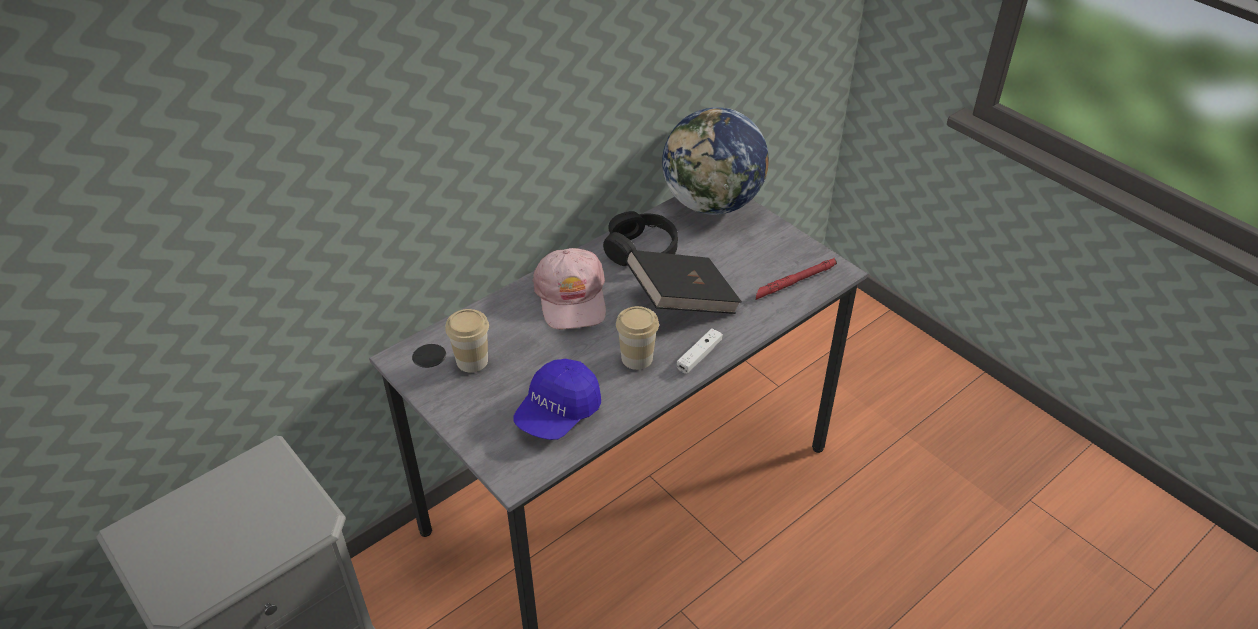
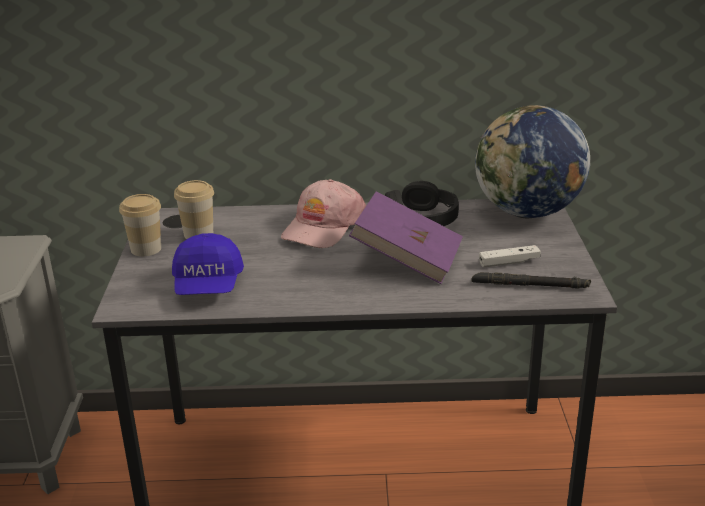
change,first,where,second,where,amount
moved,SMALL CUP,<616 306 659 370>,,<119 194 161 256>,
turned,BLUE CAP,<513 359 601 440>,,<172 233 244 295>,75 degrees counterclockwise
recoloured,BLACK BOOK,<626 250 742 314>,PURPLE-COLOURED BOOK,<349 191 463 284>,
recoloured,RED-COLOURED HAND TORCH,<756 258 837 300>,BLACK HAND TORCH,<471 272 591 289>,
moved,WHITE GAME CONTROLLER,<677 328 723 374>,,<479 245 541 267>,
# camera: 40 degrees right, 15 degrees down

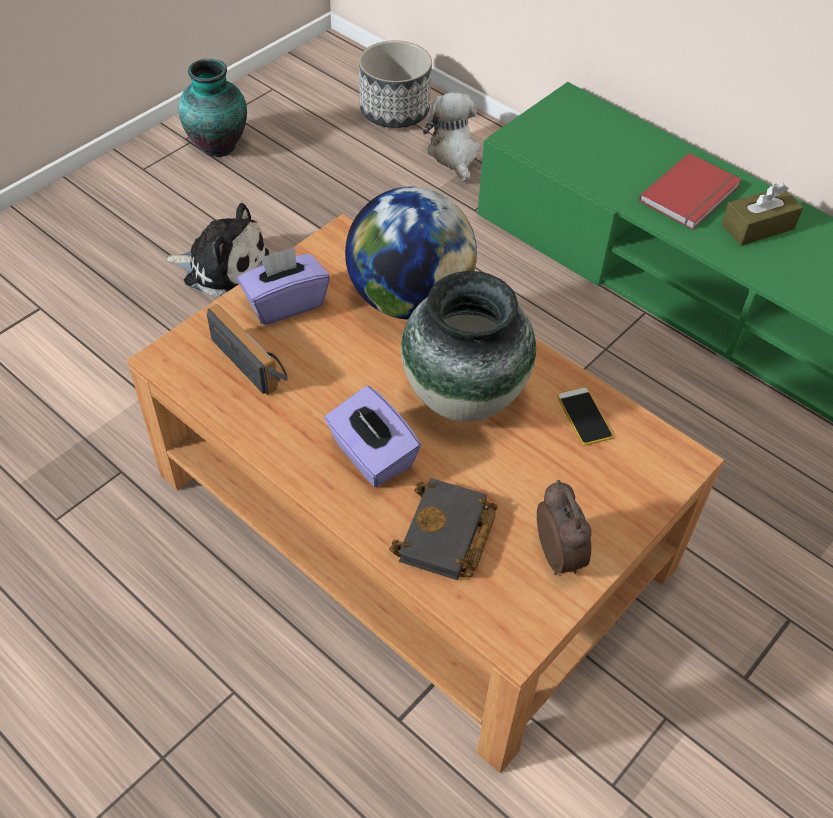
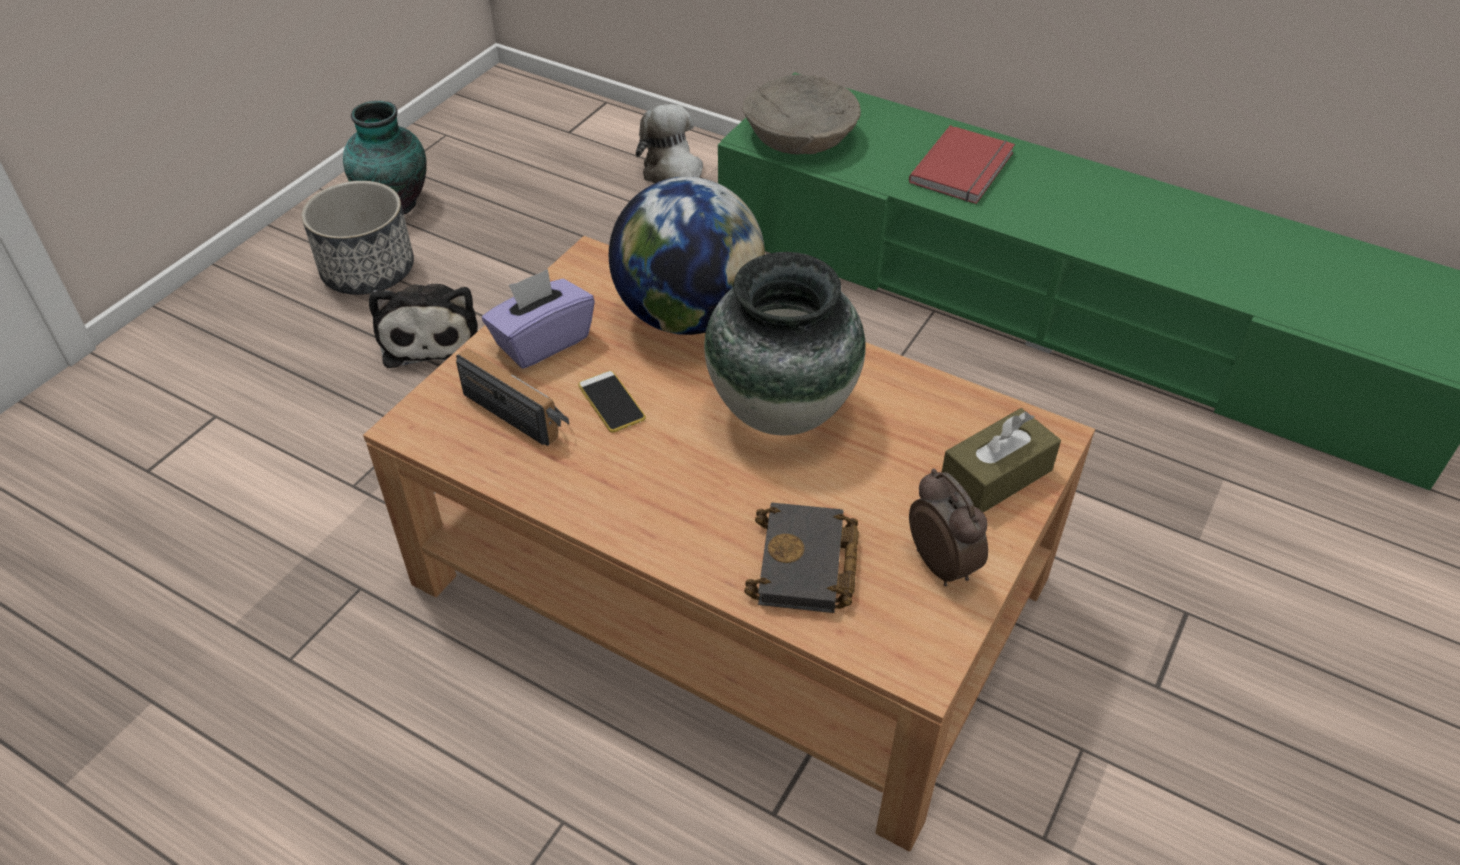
change,first,where,second,where,amount
moved,FLOWER POT,<359 40 432 128>,,<301 181 414 295>,
turned,SOFT TOY,<164 203 269 297>,,<369 284 478 368>,75 degrees clockwise
moved,PHONE,<557 387 613 446>,,<578 371 646 433>,
added,,,BEIGE-COLOURED BOWL,<742 74 861 155>,
moved,BROWN-COLOURED BOX OF TISSUES,<721 184 803 246>,,<942 408 1061 513>,
removed,PURPLE-COLOURED BOX OF TISSUES,<324 386 421 487>,,,
# camera: 10 degrees left, 5 degrees down

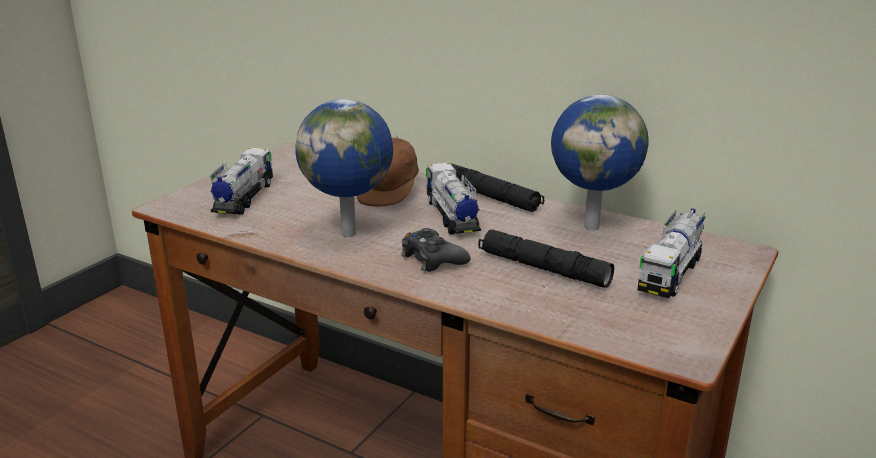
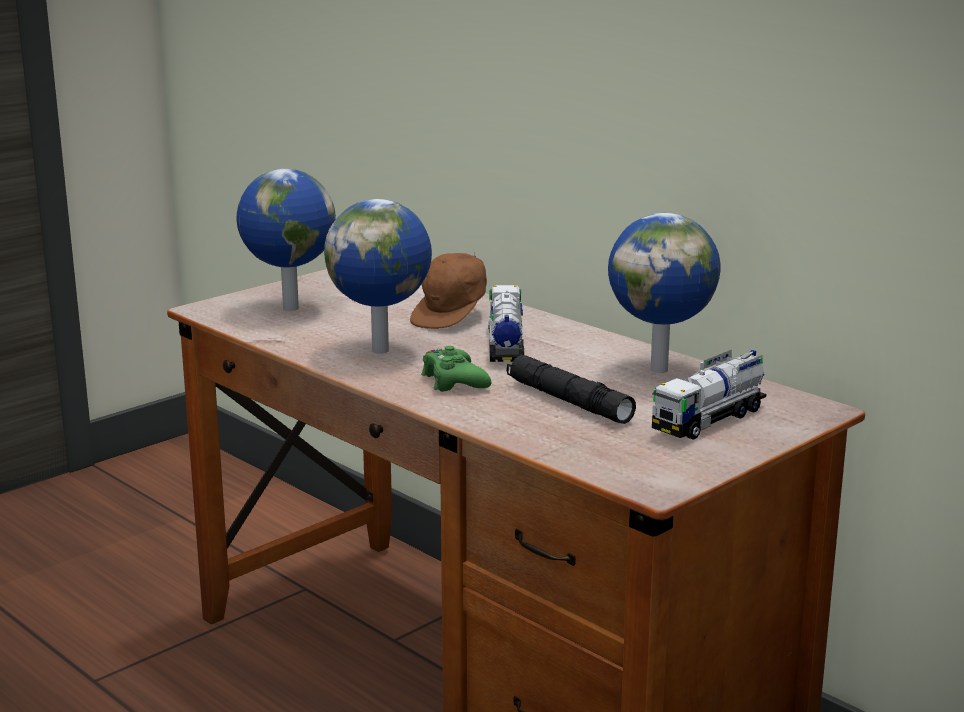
change,first,where,second,where,amount
replaced,TOY LORRY,<210 148 273 215>,WORLD GLOBE,<237 169 336 311>,
recoloured,BLACK GAME CONTROLLER,<401 228 471 272>,GREEN GAME CONTROLLER,<421 346 491 392>,
removed,BLACK HAND TORCH,<451 164 544 212>,,,
# camera: 15 degrees right, 5 degrees down

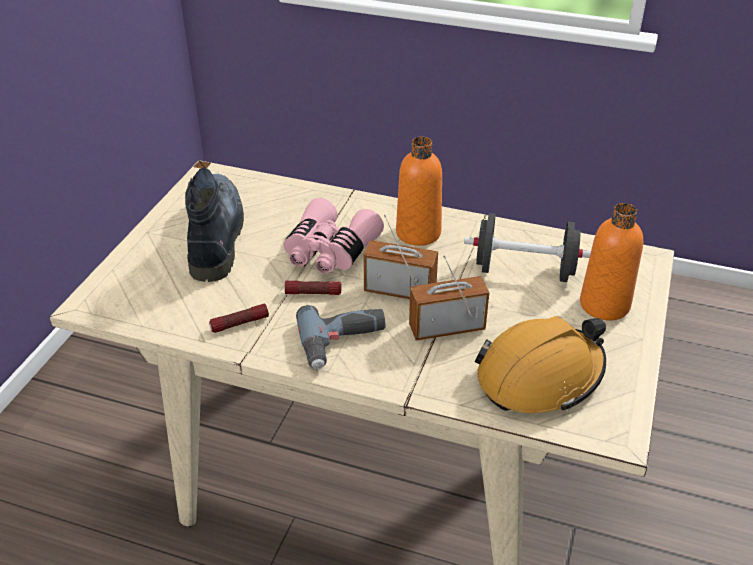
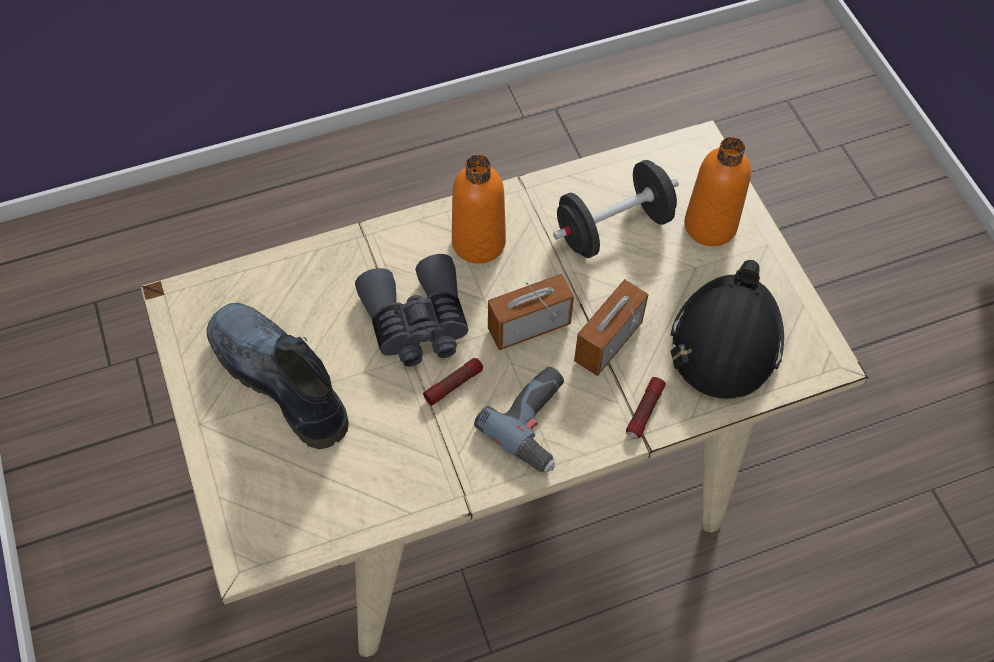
change,first,where,second,where,amount
recoloured,PINK FIELD GLASSES,<283 198 384 274>,GREYISH FIELD GLASSES,<355 254 469 367>,
moved,HAND TORCH,<209 303 269 333>,,<626 377 666 439>,
recoloured,ORANGE-COLOURED WORK HELMET,<475 316 606 413>,BLACK WORK HELMET,<670 260 784 399>,
# camera: 40 degrees left, 20 degrees up

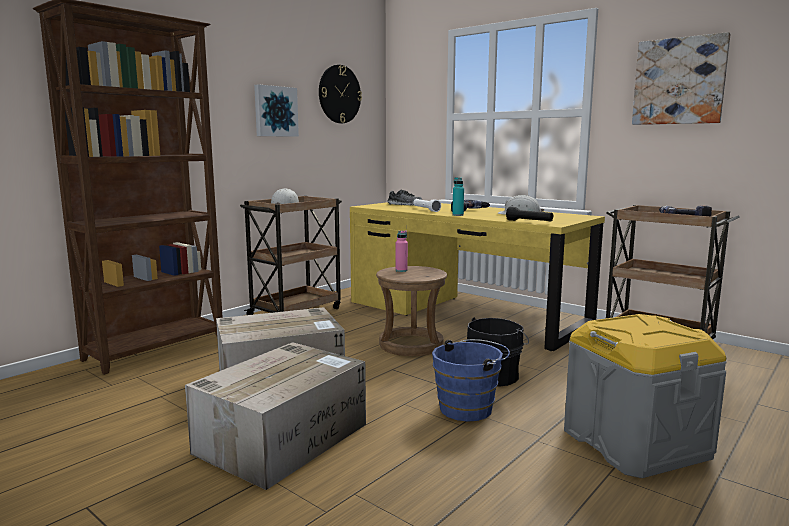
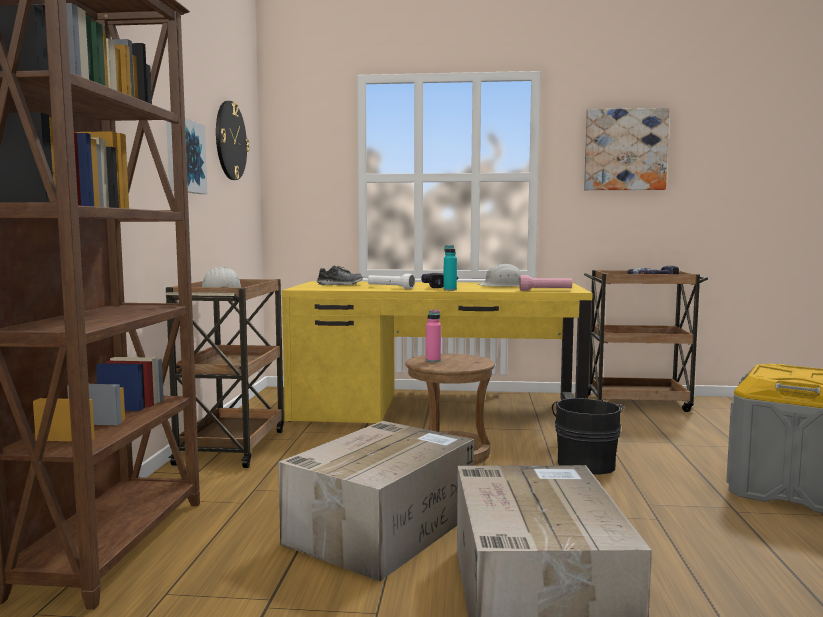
change,first,where,second,where,amount
recoloured,BLACK HAND TORCH,<506 207 553 221>,PINK HAND TORCH,<519 275 572 291>,
removed,BLUE BUCKET,<432 339 510 421>,,,
# camera: 35 degrees left, 5 degrees down

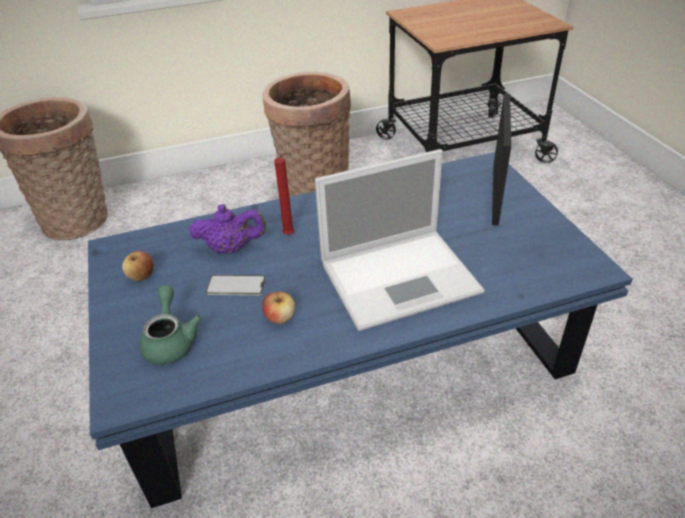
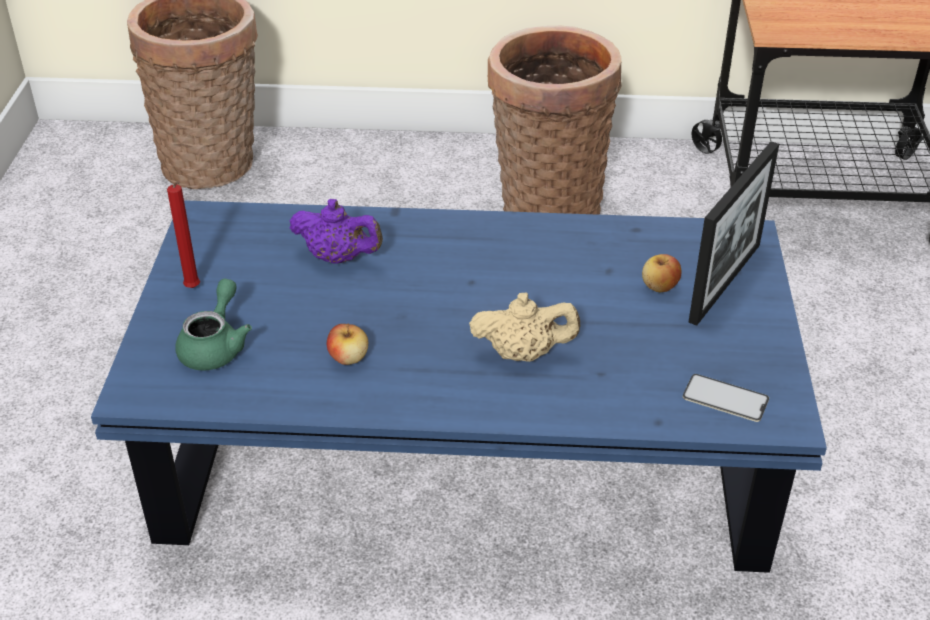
change,first,where,second,where,amount
moved,RED-COLOURED CANDLE,<274 152 294 235>,,<167 181 200 288>,
replaced,PORTABLE COMPUTER,<315 149 485 331>,BEIGE-COLOURED TEA POT,<469 292 580 362>,
moved,WHOLE APPLE,<122 251 154 281>,,<642 254 682 292>,
moved,PHONE,<206 275 266 295>,,<683 374 769 422>,
# camera: 20 degrees right, 0 degrees up

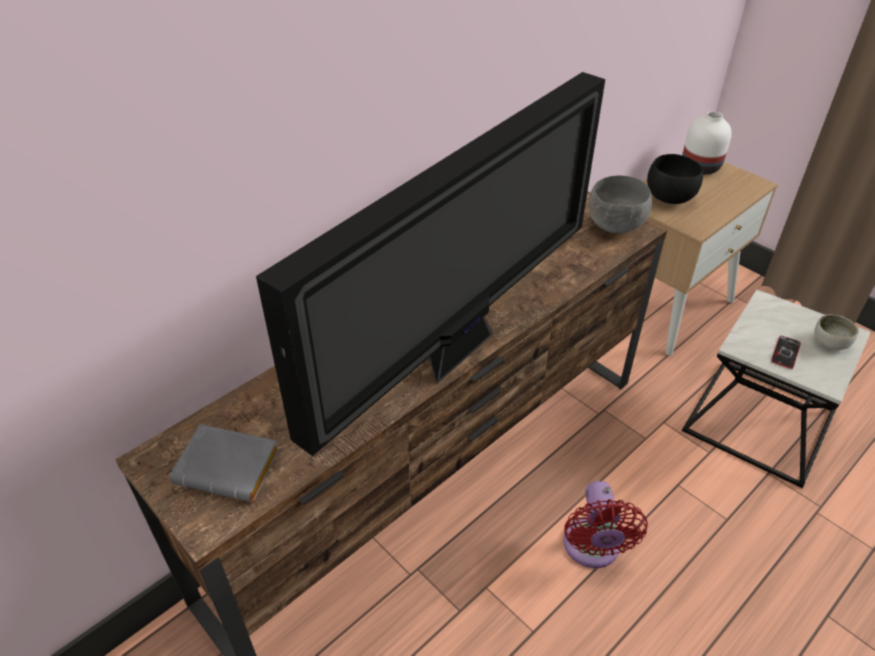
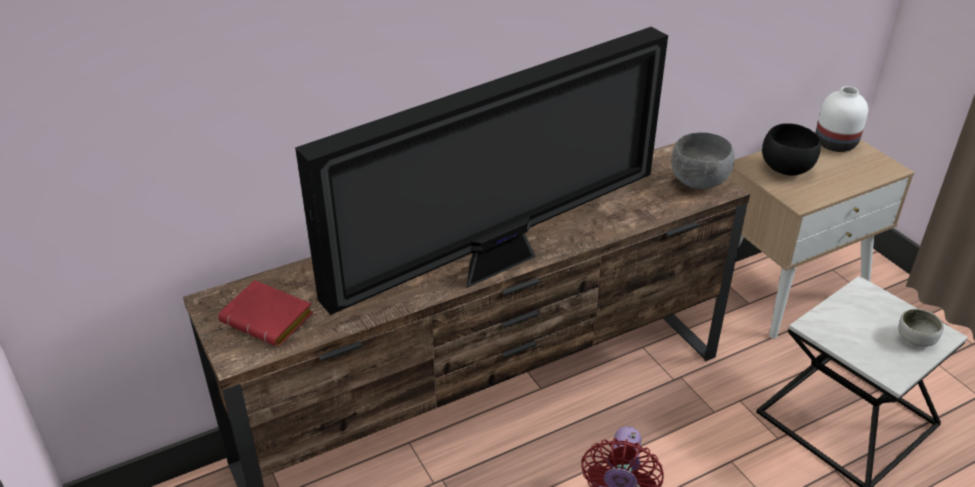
change,first,where,second,where,amount
recoloured,GREYISH BOOK,<170 424 279 502>,RED-COLOURED BOOK,<218 280 313 347>,
removed,PHONE,<771 336 801 369>,,,
# camera: 15 degrees right, 5 degrees down

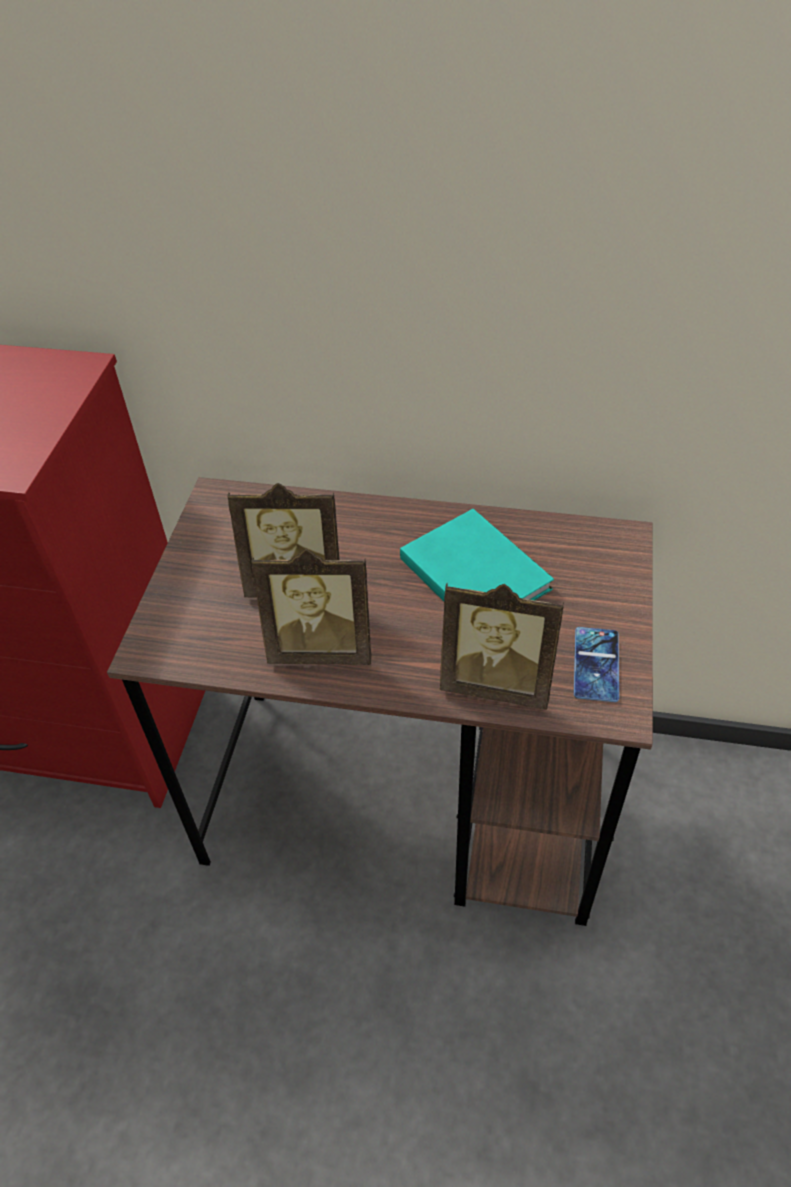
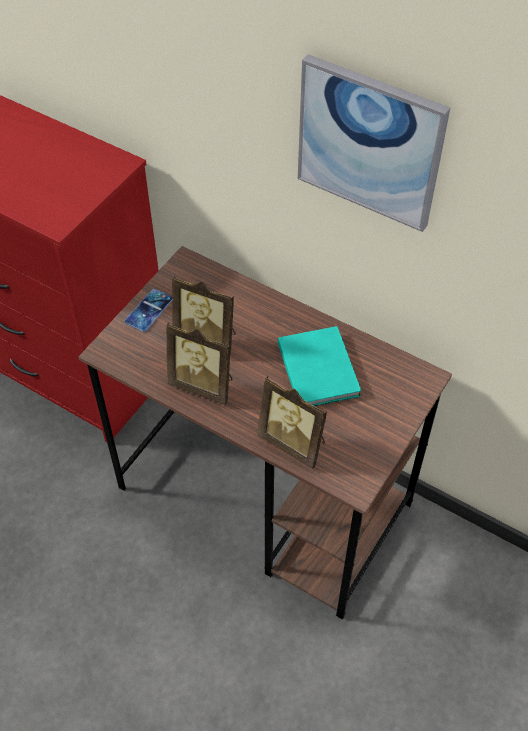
change,first,where,second,where,amount
moved,PHONE,<574 627 619 702>,,<125 289 172 332>,
added,,,PICTURE,<298 54 450 232>,
# camera: 20 degrees right, 5 degrees up

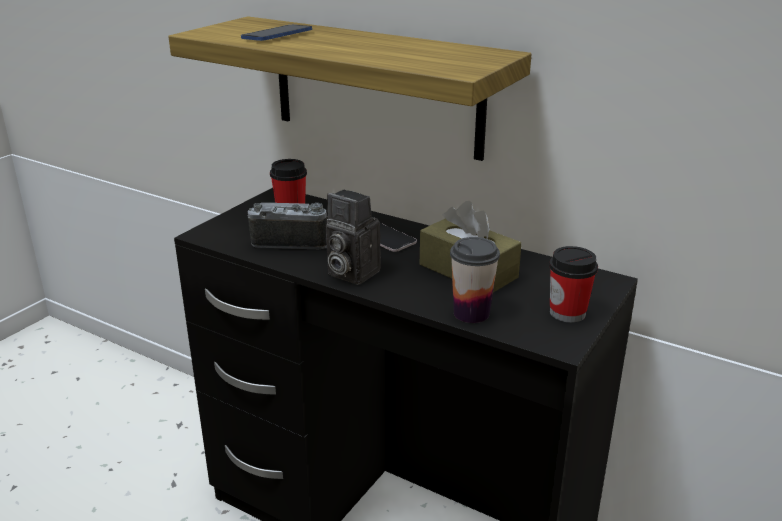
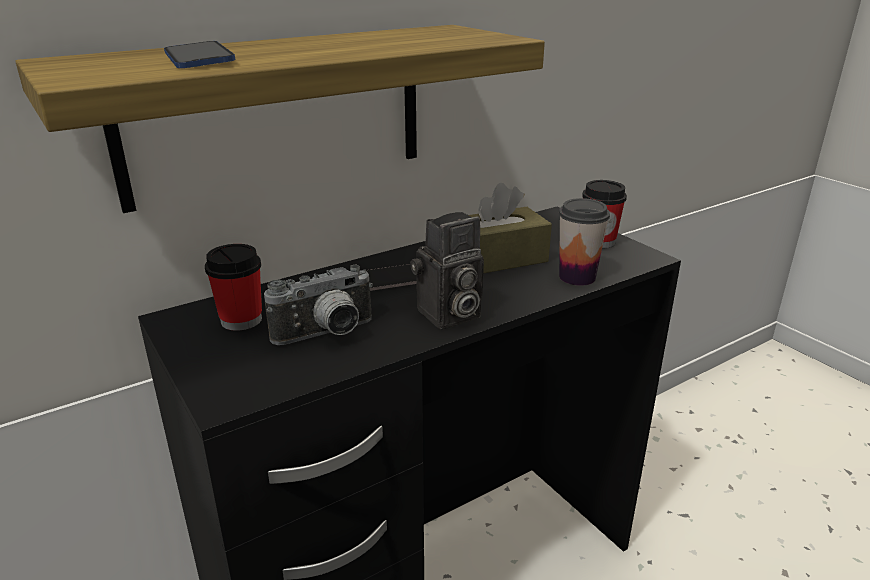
change,first,where,second,where,amount
turned,STILL CAMERA,<248 203 327 249>,,<264 264 373 345>,150 degrees counterclockwise
# camera: 65 degrees left, 0 degrees up

